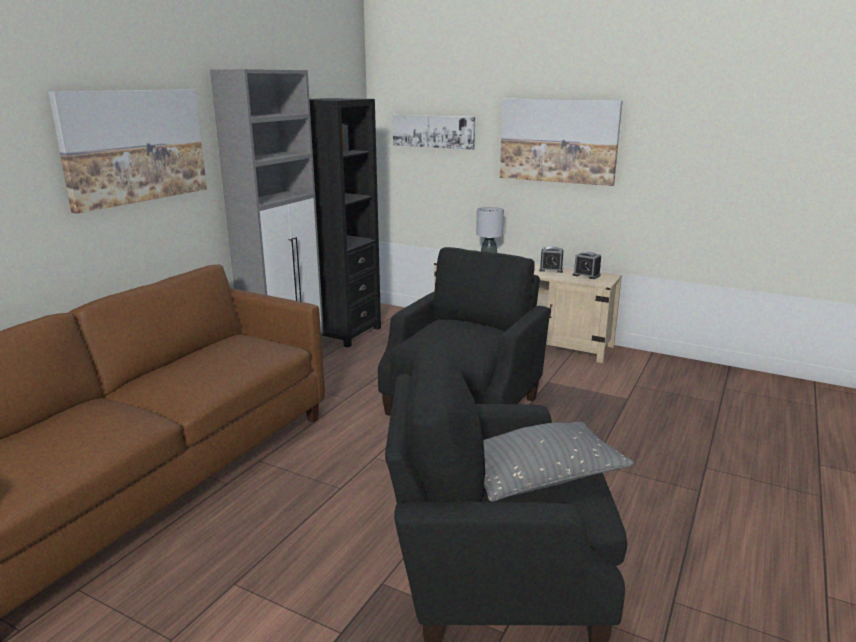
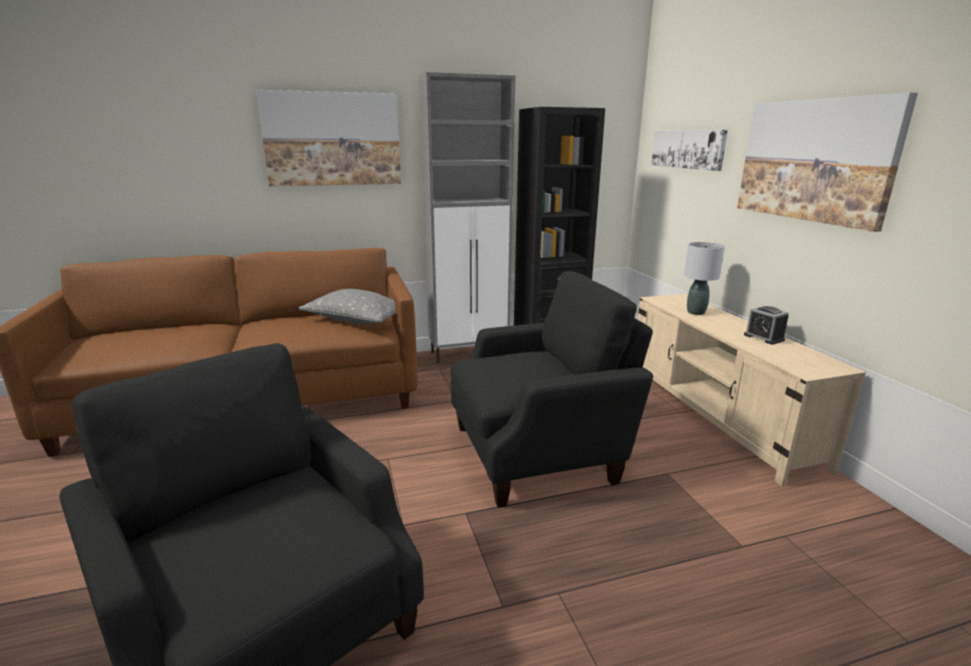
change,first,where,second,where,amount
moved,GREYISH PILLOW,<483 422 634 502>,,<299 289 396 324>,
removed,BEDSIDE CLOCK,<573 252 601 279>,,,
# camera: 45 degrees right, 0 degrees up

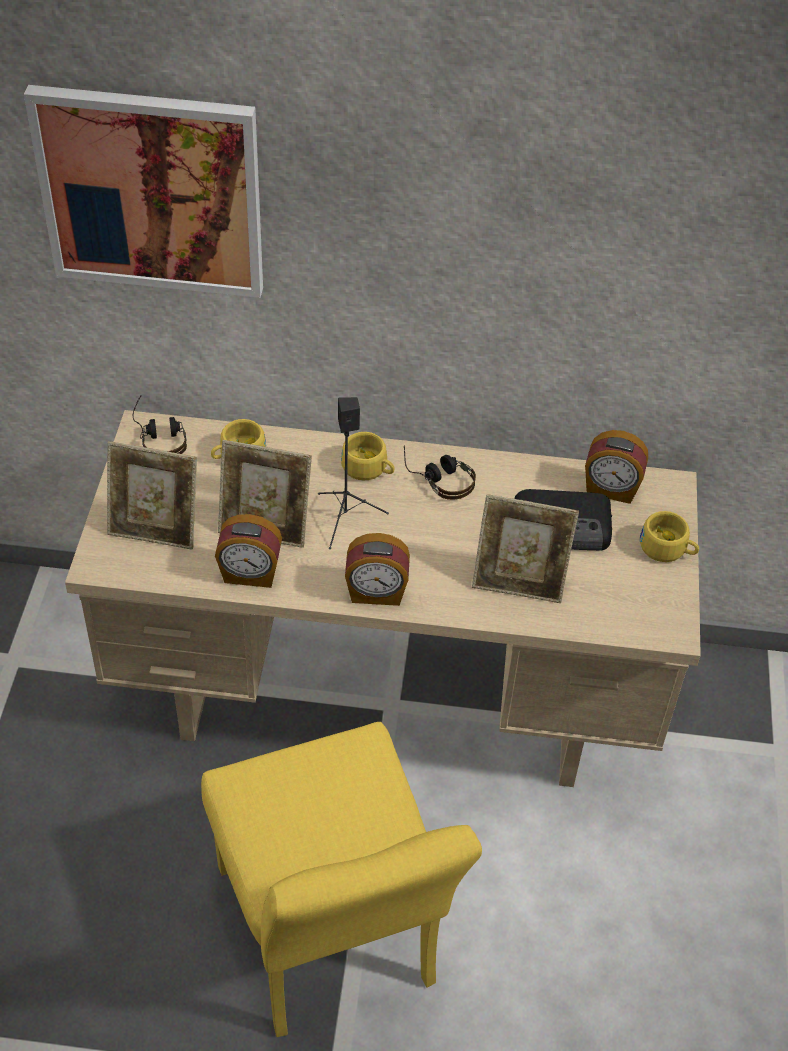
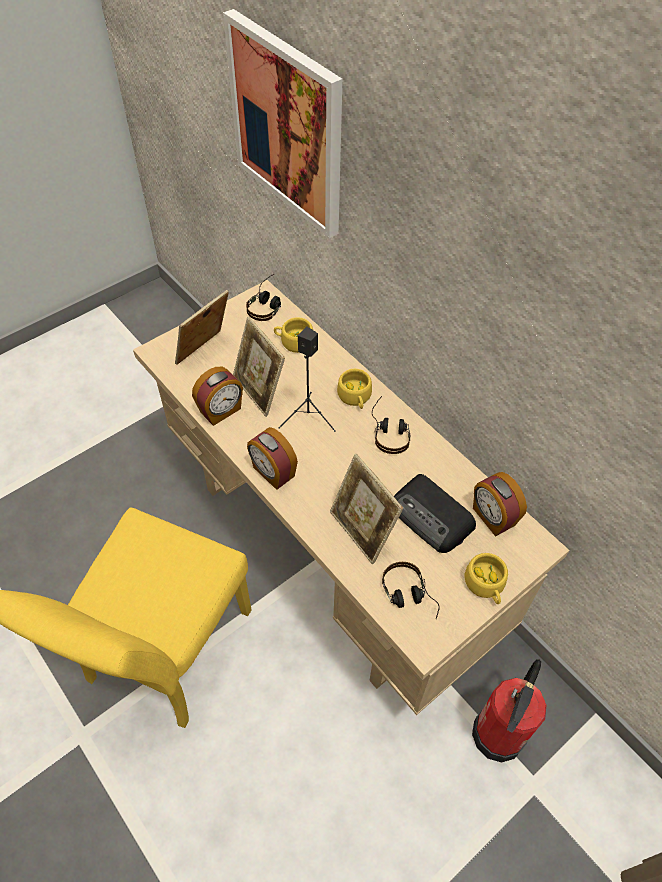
change,first,where,second,where,amount
turned,STANDING FRAME,<107 441 197 550>,,<175 290 229 365>,75 degrees clockwise
turned,BEDSIDE CLOCK,<215 514 282 588>,,<192 367 243 426>,90 degrees counterclockwise
added,,,HEADPHONES,<382 562 440 619>,
added,,,FIRE EXTINGUISHER,<472 659 546 762>,
# camera: 45 degrees right, 5 degrees up

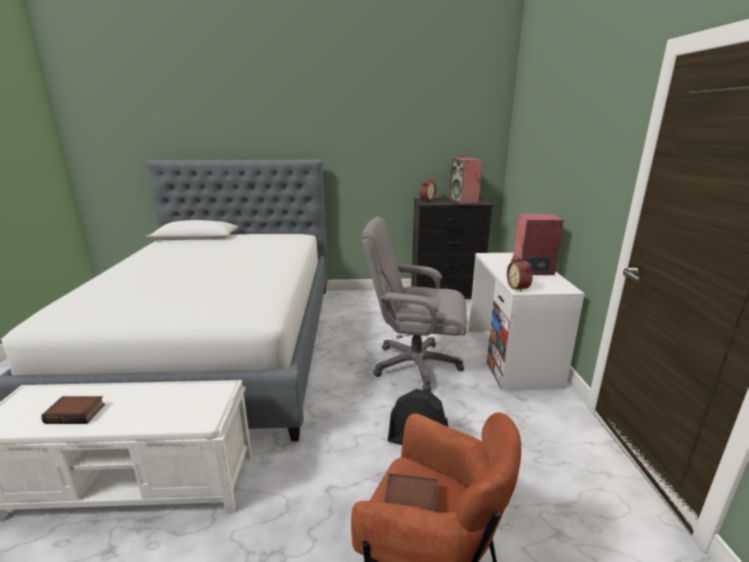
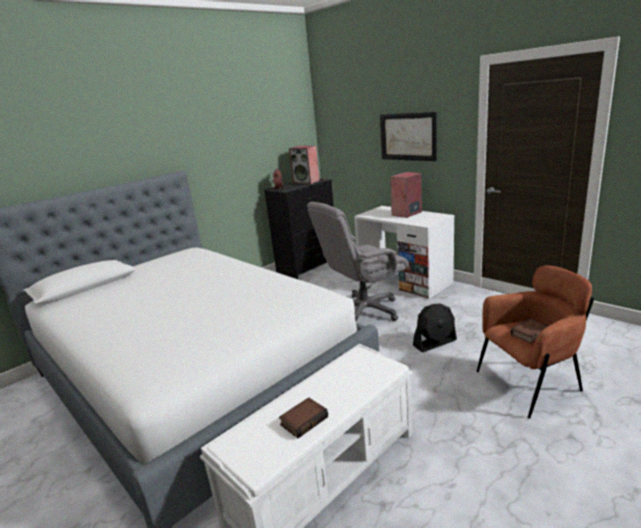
change,first,where,second,where,amount
added,,,PICTURE,<380 112 437 161>,
removed,BEDSIDE CLOCK,<507 256 533 292>,,,
# camera: 40 degrees left, 0 degrees up

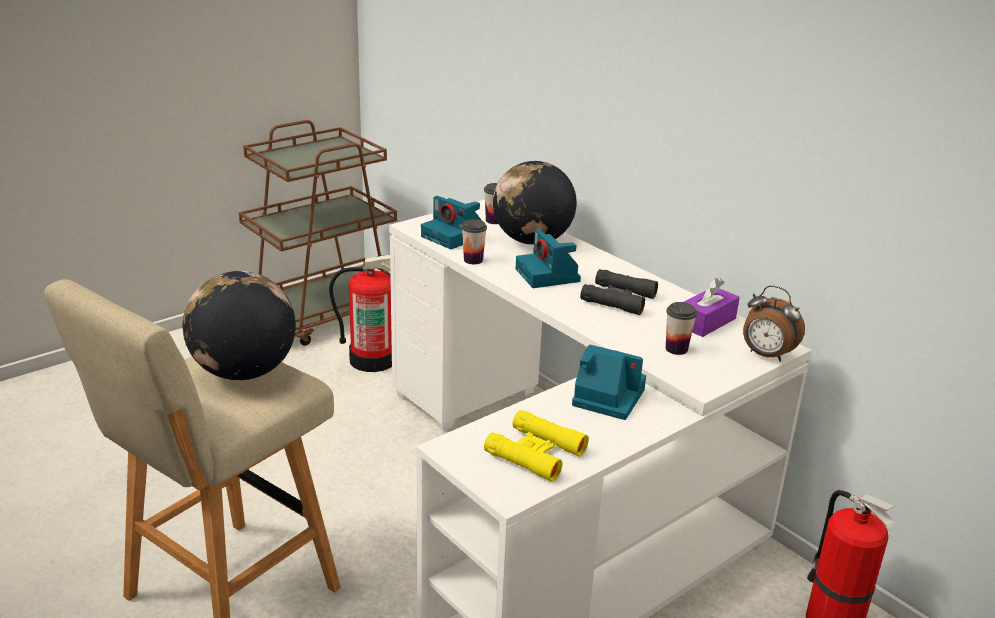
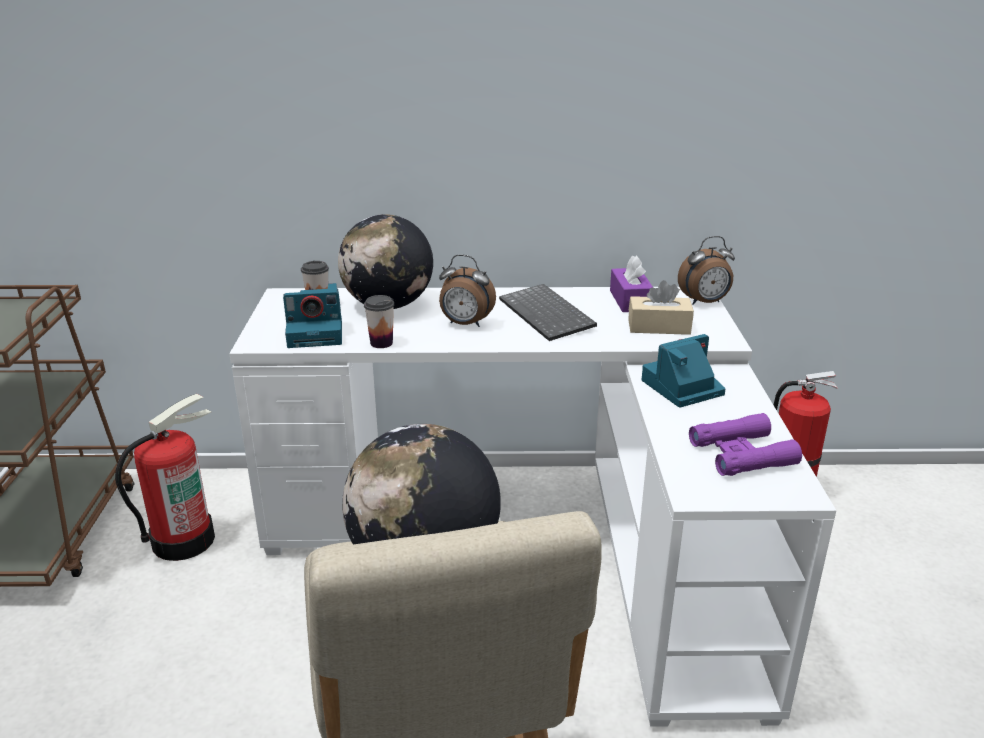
change,first,where,second,where,amount
replaced,STILL CAMERA,<516 229 581 288>,BEDSIDE CLOCK,<439 255 496 327>,
replaced,BLACK FIELD GLASSES,<580 269 658 315>,COMPUTER KEYBOARD,<499 284 597 341>,
replaced,SMALL CUP,<666 302 697 355>,BEIGE-COLOURED BOX OF TISSUES,<628 280 694 335>,
recoloured,YELLOW FIELD GLASSES,<484 410 589 482>,PURPLE-COLOURED FIELD GLASSES,<689 413 802 476>,
# camera: 50 degrees left, 0 degrees up

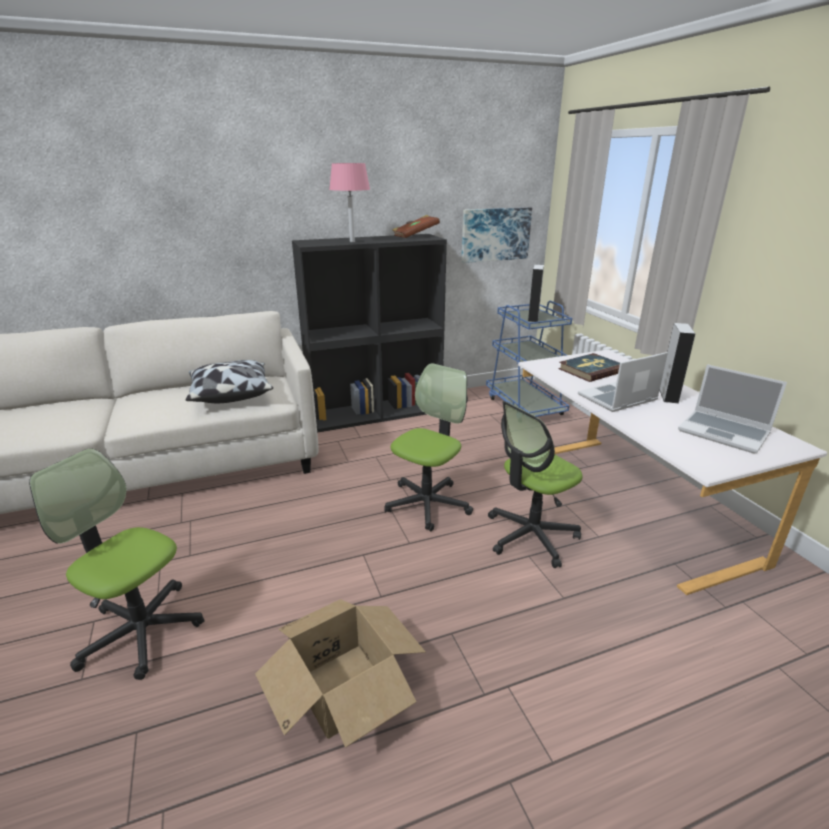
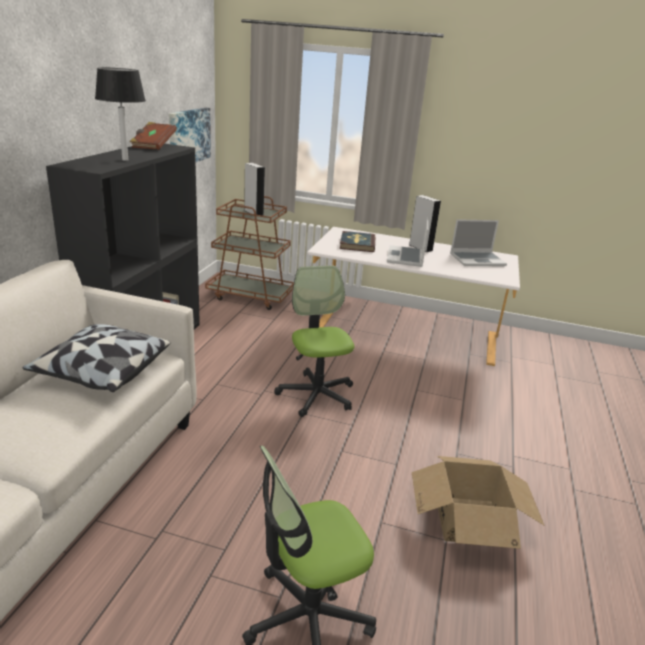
change,first,where,second,where,amount
recoloured,PINK TABLE LAMP,<329 163 370 242>,BLACK TABLE LAMP,<95 67 146 161>,
recoloured,BLUE TROLLEY,<486 301 572 417>,BROWN-COLOURED TROLLEY,<205 196 294 310>,
removed,DESK CHAIR,<488 401 583 568>,,,
# camera: 55 degrees left, 0 degrees up

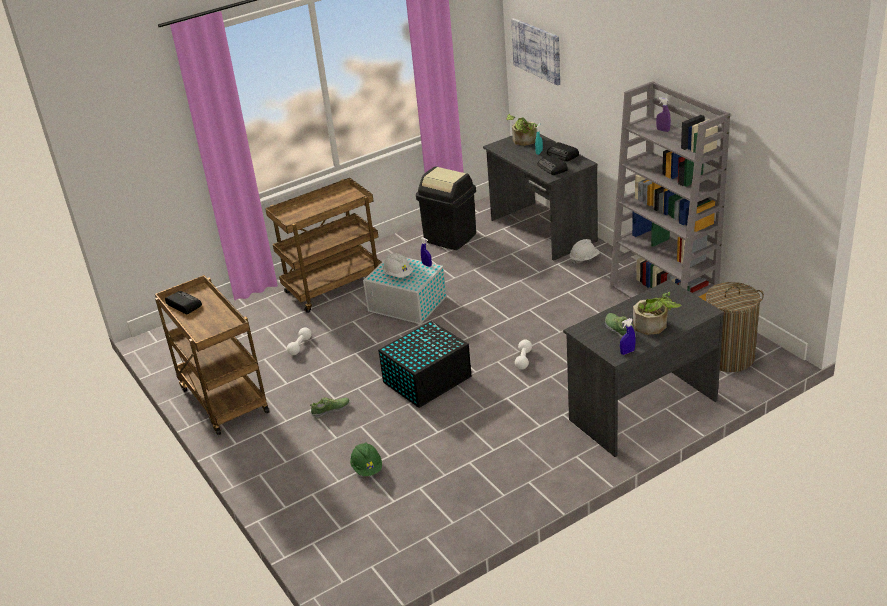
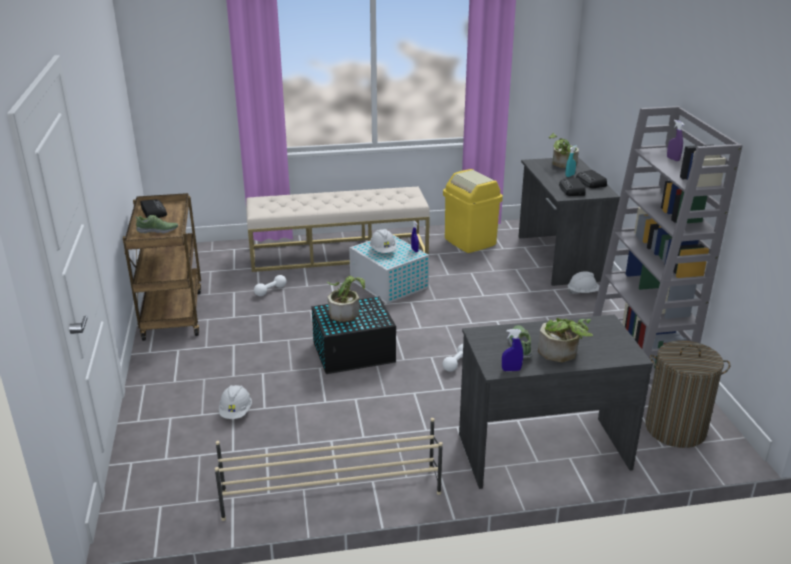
change,first,where,second,where,amount
moved,LOW SHOE,<310 397 349 419>,,<135 215 178 234>,
added,,,BEIGE-COLOURED SHOE RACK,<215 418 443 521>,
recoloured,GREEN WORK HELMET,<350 443 382 476>,WHITE WORK HELMET,<219 385 252 419>,
replaced,BROWN-COLOURED TROLLEY,<265 178 382 313>,BEIGE-COLOURED INDOOR BENCH,<246 187 430 272>,
added,,,PLANT IN A POT,<327 276 365 322>,
recoloured,BLACK RUBBISH BIN,<416 166 476 250>,YELLOW RUBBISH BIN,<443 169 503 253>,
removed,PICTURE,<511 18 560 86>,,,
# camera: 20 degrees right, 5 degrees down

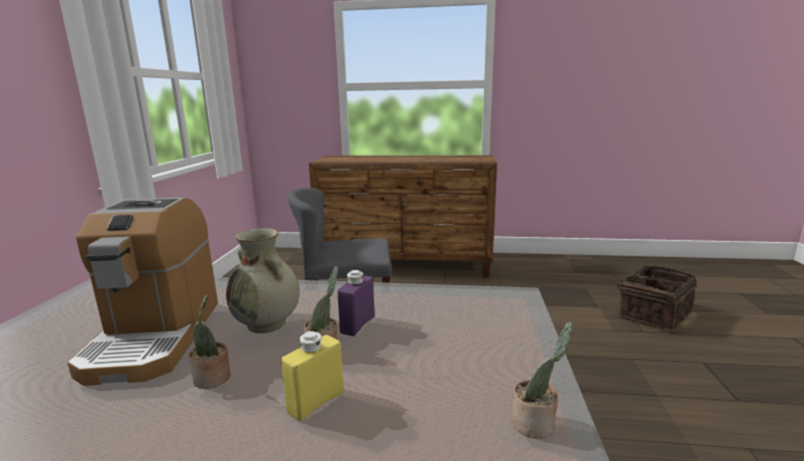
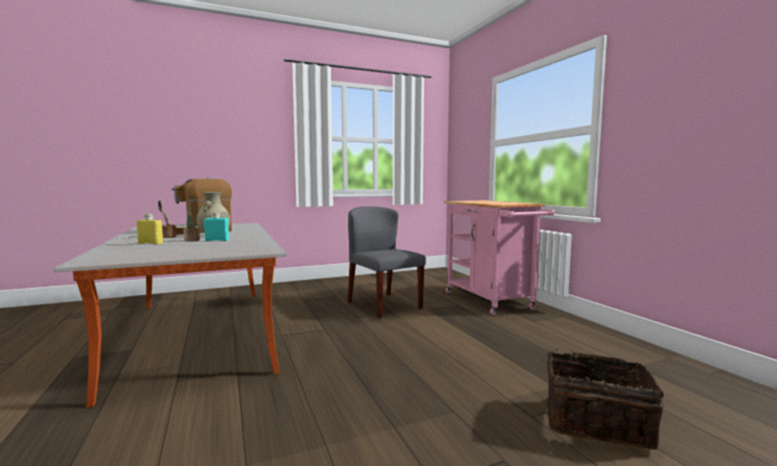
change,first,where,second,where,amount
recoloured,PURPLE-COLOURED BOTTLE,<337 270 375 336>,TURQUOISE BOTTLE,<204 212 229 241>,
replaced,BROWN-COLOURED CHEST OF DRAWERS,<309 155 497 277>,PINK TROLLEY,<444 200 555 315>,
removed,PLANT IN A POT,<512 322 573 439>,,,
# camera: 60 degrees right, 10 degrees down

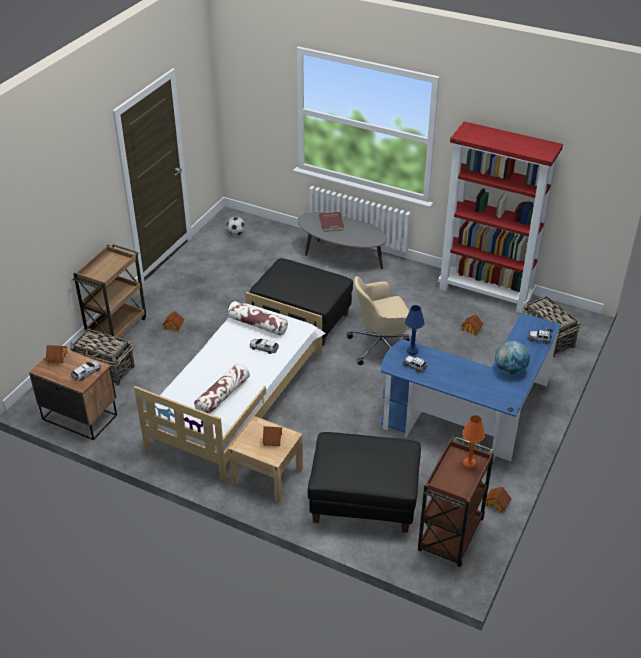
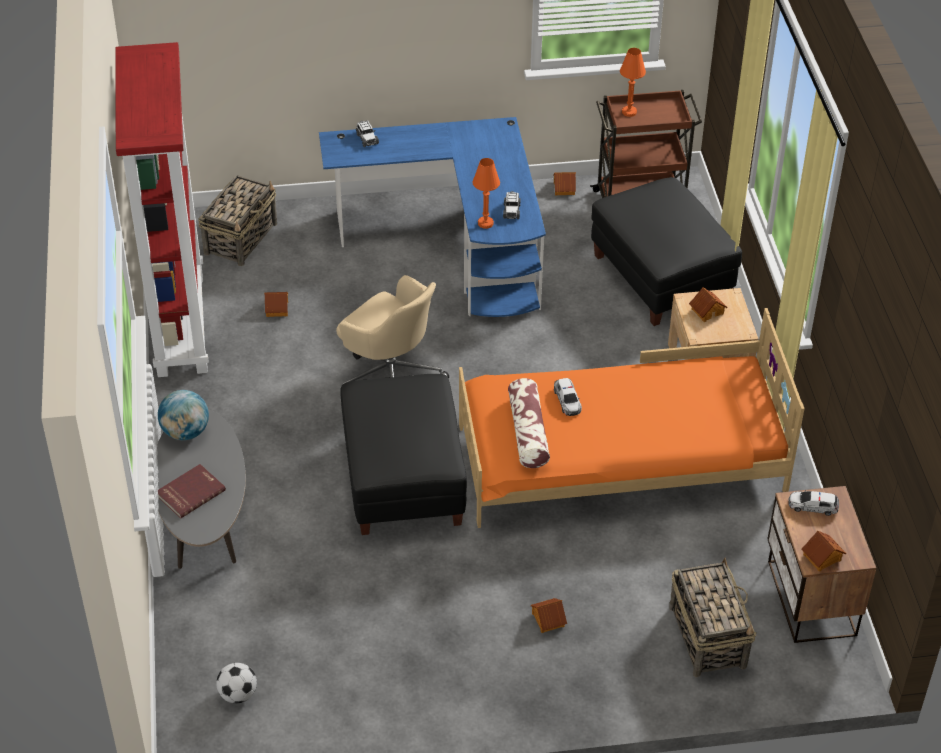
change,first,where,second,where,amount
moved,WORLD GLOBE,<495 341 530 375>,,<158 390 209 440>,
recoloured,WHITE BED,<134 292 326 481>,ORANGE-COLOURED BED,<459 308 805 528>,
recoloured,BLUE TABLE LAMP,<405 305 425 355>,ORANGE-COLOURED TABLE LAMP,<473 158 500 229>,
removed,BROWN-COLOURED TROLLEY,<72 244 146 338>,,,
removed,PILLOW,<194 363 250 414>,,,
# camera: 125 degrees left, 5 degrees up

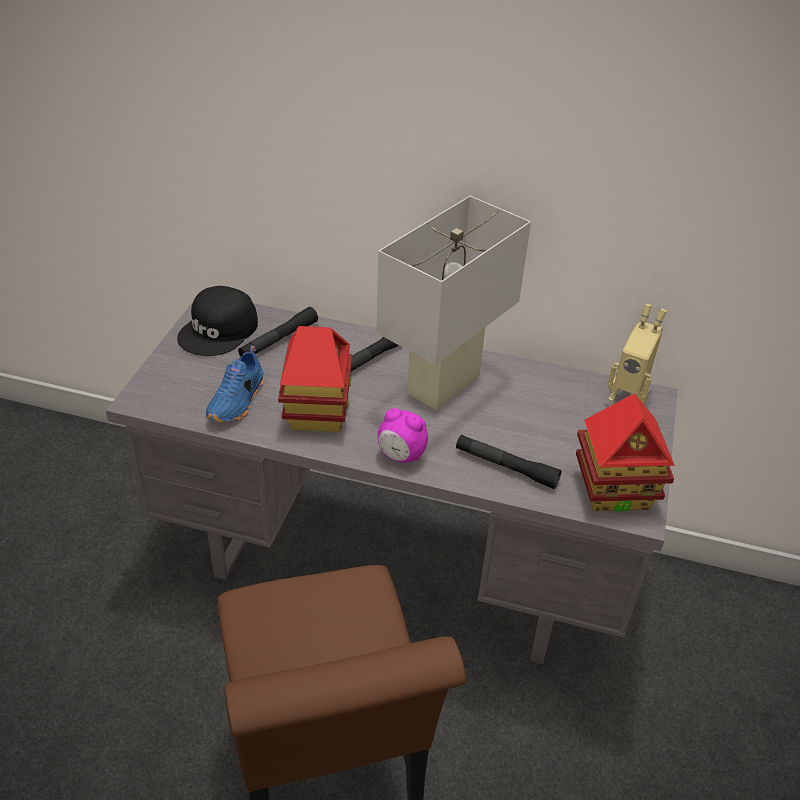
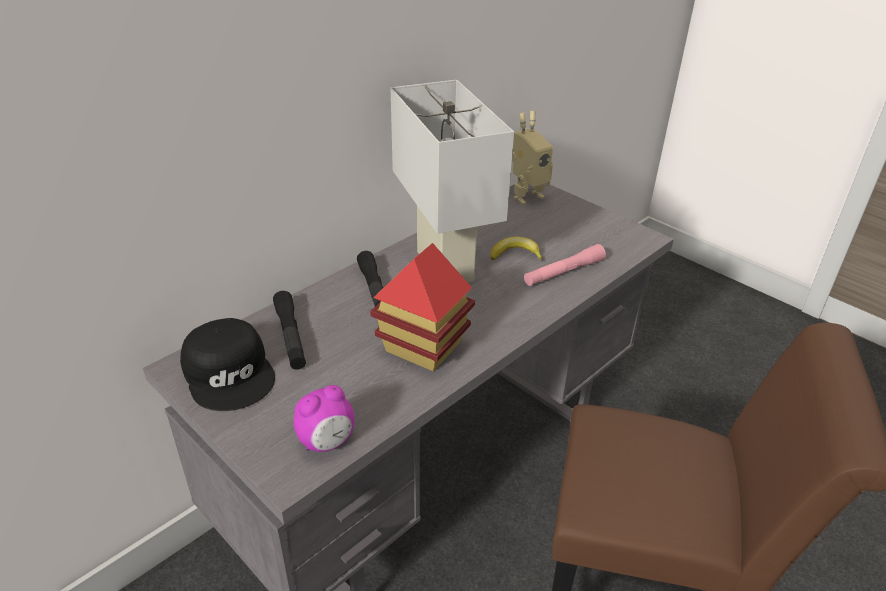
change,first,where,second,where,amount
moved,BEDSIDE CLOCK,<378 408 428 463>,,<294 385 354 452>,
added,,,BANANA FRUIT,<491 237 543 261>,
recoloured,BLACK HAND TORCH,<456 435 562 489>,PINK HAND TORCH,<524 244 606 286>,
removed,BLUE LOW SHOE,<206 345 264 423>,,,
removed,MINIATURE HOUSE,<576 394 674 511>,,,
# camera: 60 degrees left, 5 degrees down

